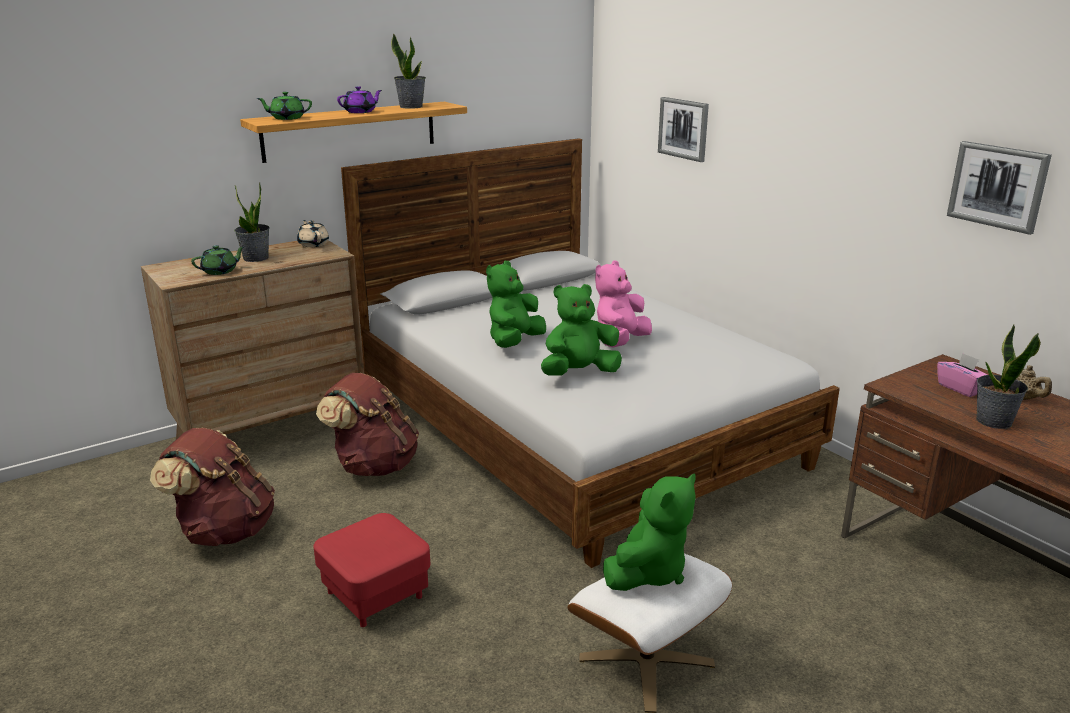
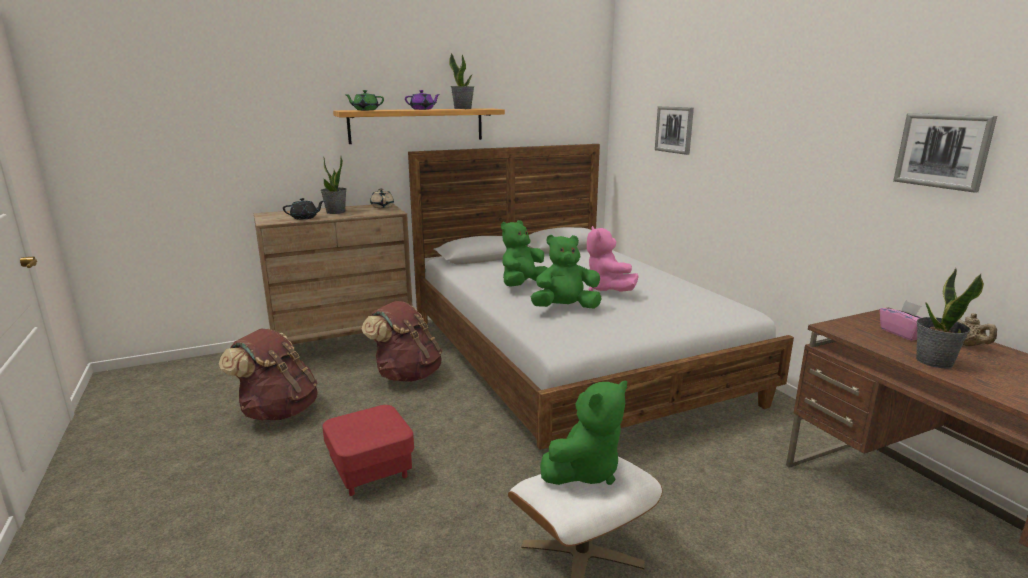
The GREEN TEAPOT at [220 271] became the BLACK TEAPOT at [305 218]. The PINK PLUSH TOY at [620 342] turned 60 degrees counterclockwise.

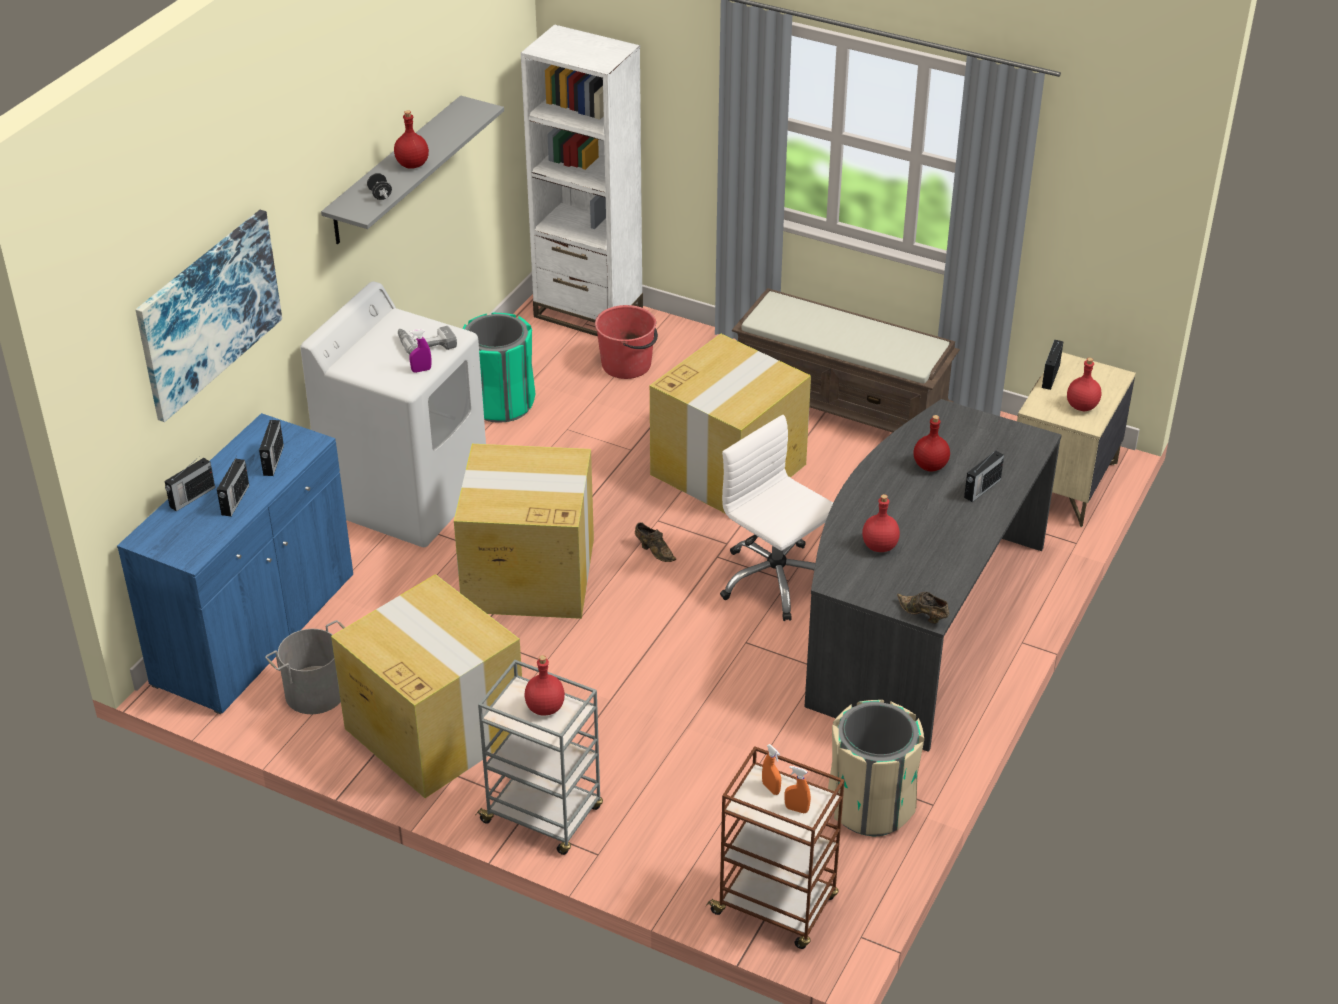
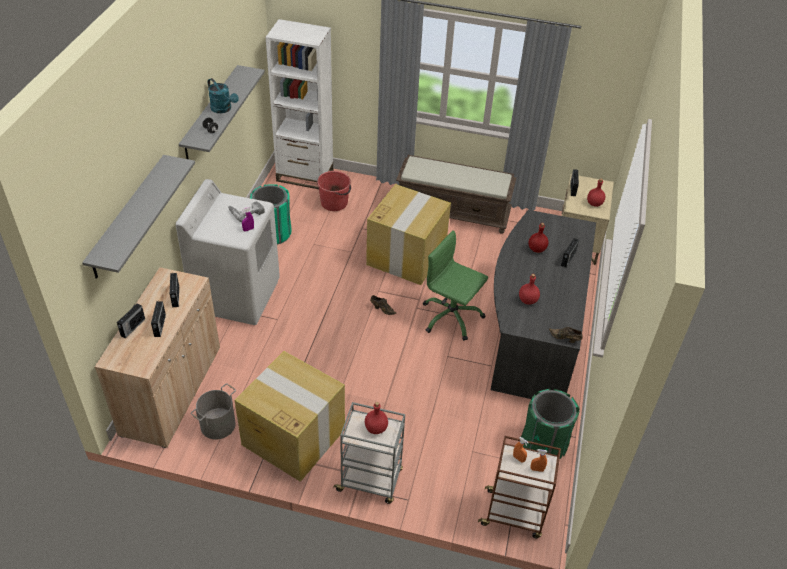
The CARDBOARD BOX at [527 575] disappeared. The PICTURE at [208 313] was replaced by the GREY SHELF at [128 217]. The RED BOTTLE at [412 164] was replaced by the TURQUOISE WATERING CAN at [223 109]. The BLUE CABINET at [255 630] became the BEIGE CABINET at [172 391]. The WHITE OFFICE CHAIR at [775 580] became the GREEN OFFICE CHAIR at [451 317]. The BEIGE TRASH CAN at [871 806] became the GREEN TRASH CAN at [544 443].

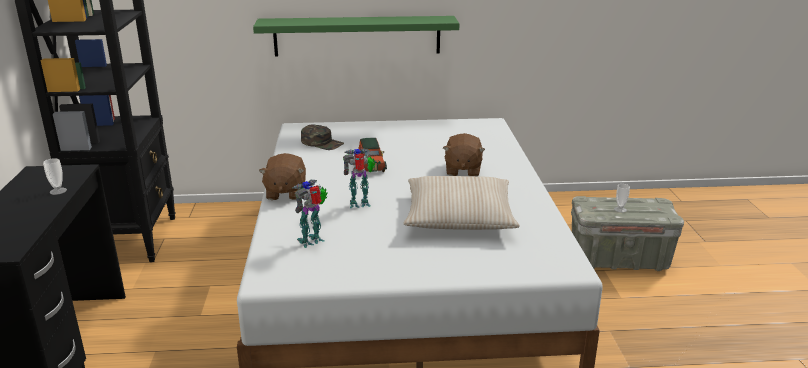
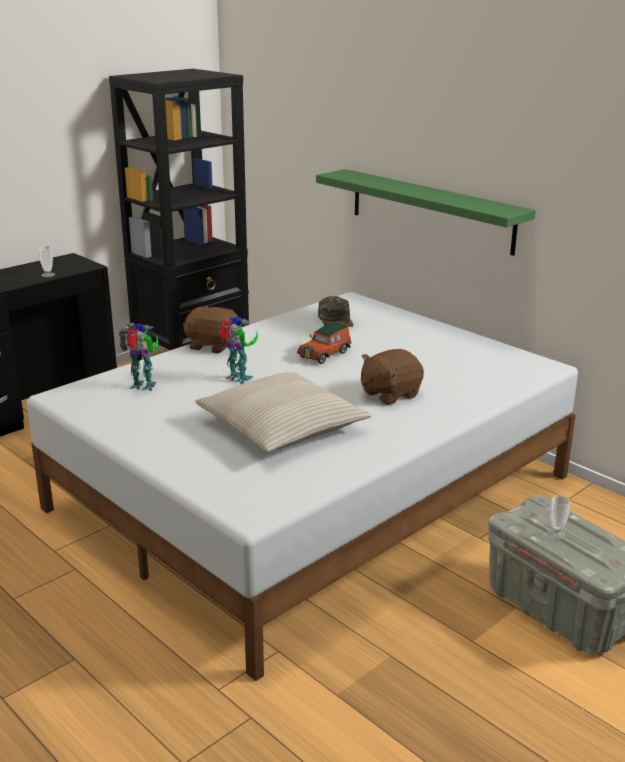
The BROWN PLUSH TOY at [285 193] turned 60 degrees clockwise.

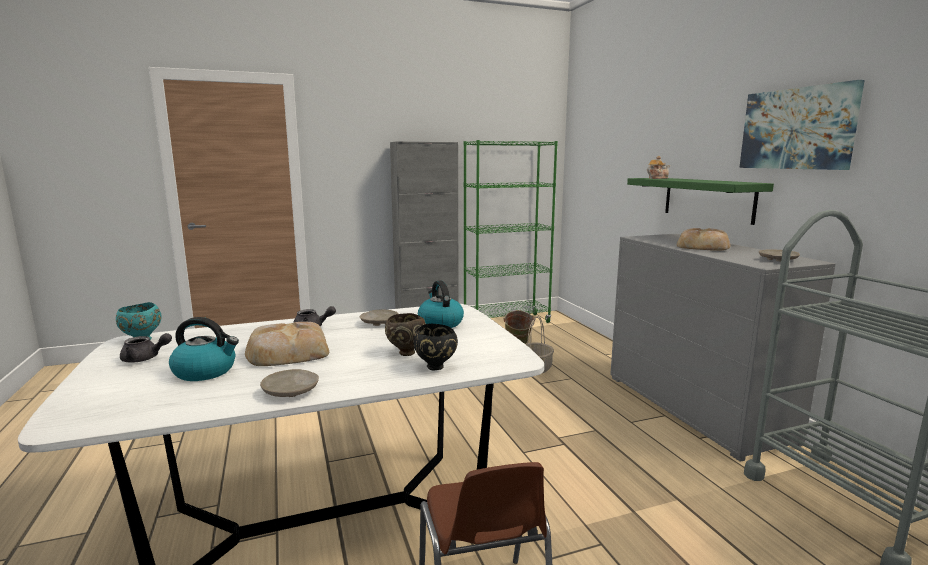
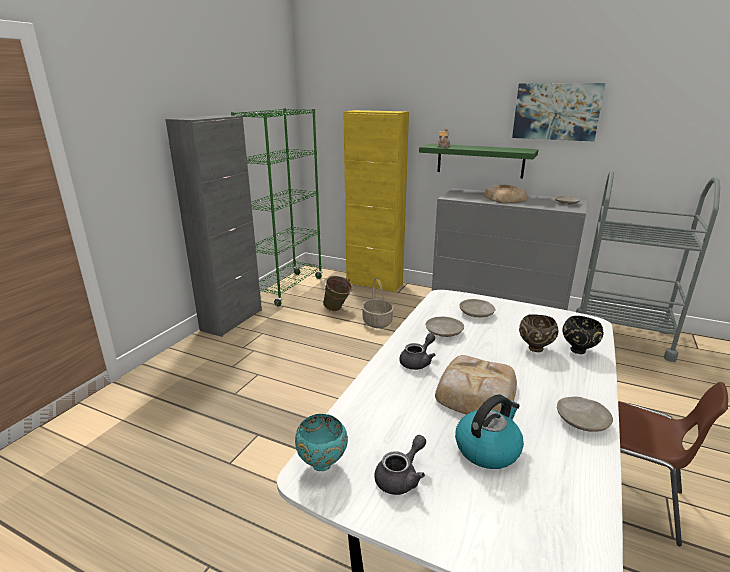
The YELLOW CABINET at [374 283] appeared. The KETTLE at [440 323] was replaced by the BEIGE PLATE at [476 313].

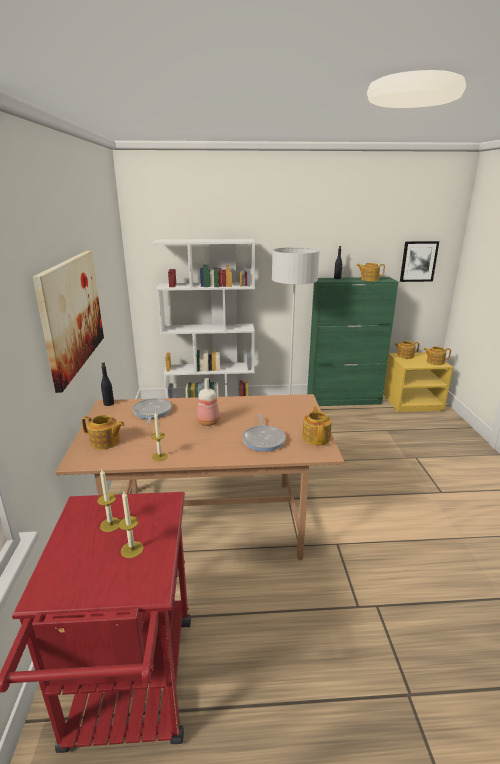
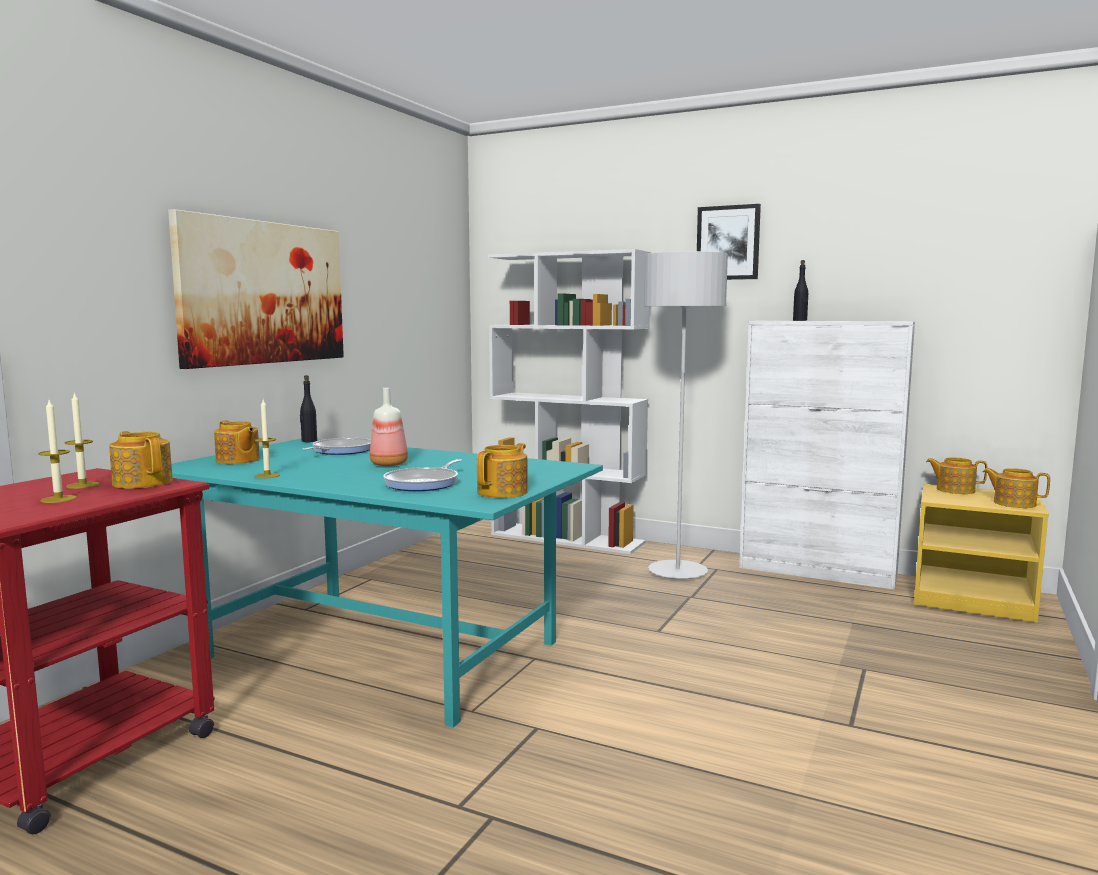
The TEAPOT moved from [369 279] to [143 482]. The PICTURE moved from [418 261] to [728 243]. The BROWN DINING TABLE at [208 522] became the TURQUOISE DINING TABLE at [379 650]. The GREEN CABINET at [344 400] became the WHITE CABINET at [818 571].

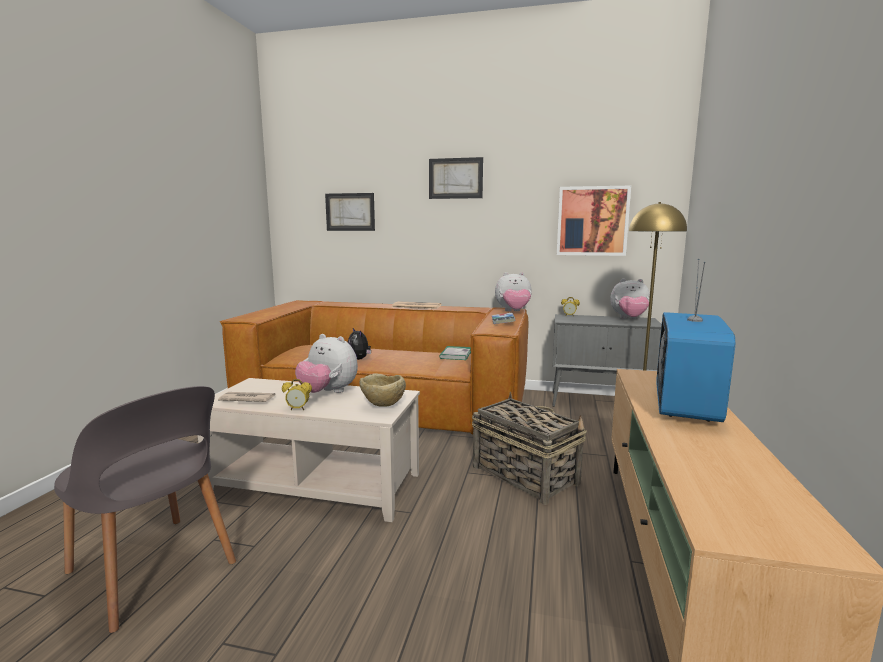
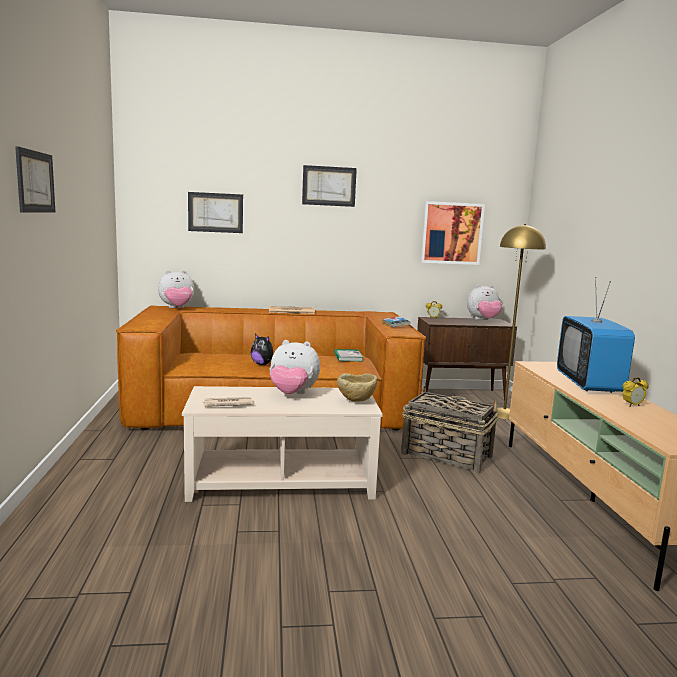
The GREY CHAIR at [153 570] disappeared. The PICTURE at [35 182] appeared. The ALARM CLOCK moved from [298 409] to [632 405]. The PLUSH TOY moved from [513 311] to [177 308]. The GREY CABINET at [601 403] became the BROWN CABINET at [460 395].

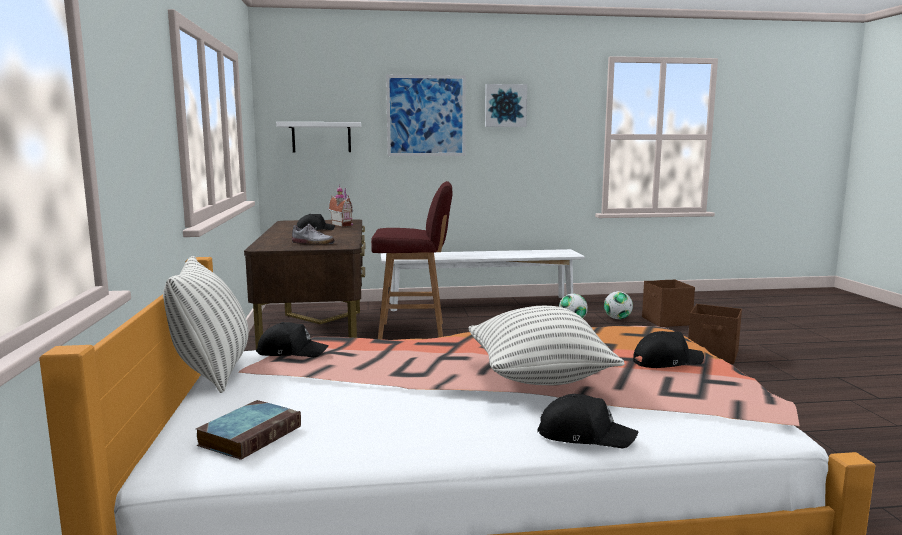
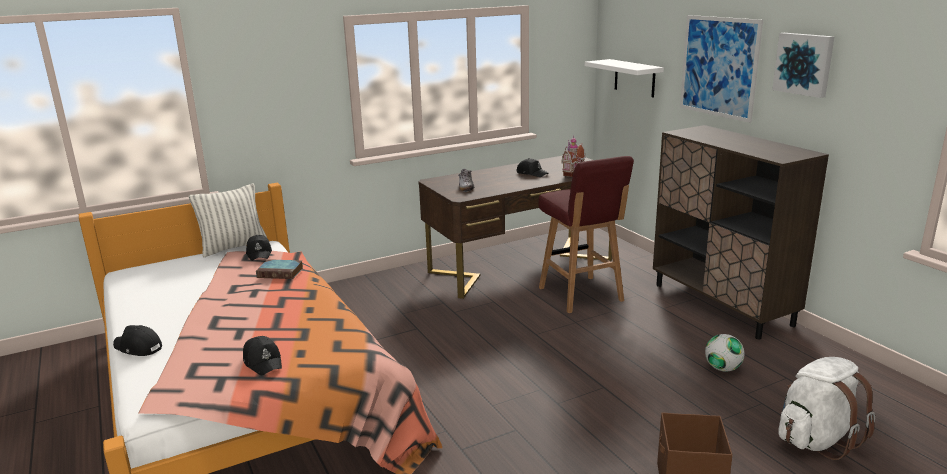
The PILLOW at [539 378] disappeared. The FOOTBALL at [617 318] disappeared. The BOOK moved from [251 435] to [281 272]. The WHITE BENCH at [481 304] was replaced by the BROWN CABINET at [722 304]. The BROWN STORAGE BOX at [666 321] was replaced by the WHITE BACKPACK at [816 439]. The BLACK CAP at [584 435] turned 120 degrees clockwise.

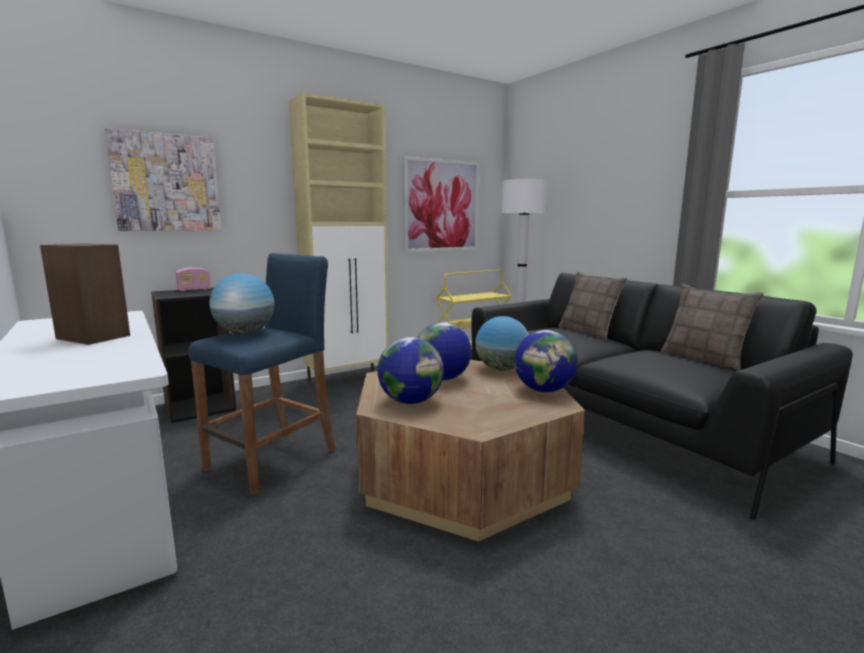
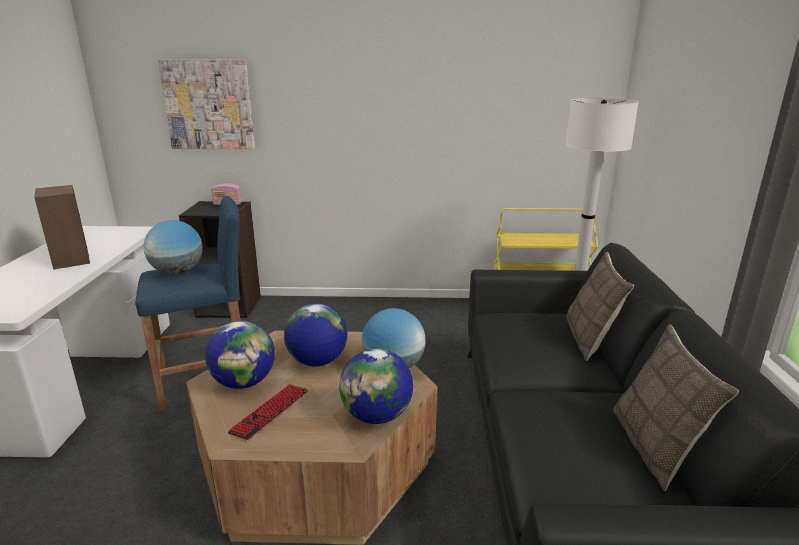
The BEIGE CABINET at [348 378] disappeared. The PICTURE at [442 206] disappeared. The KEYBOARD at [270 412] appeared.

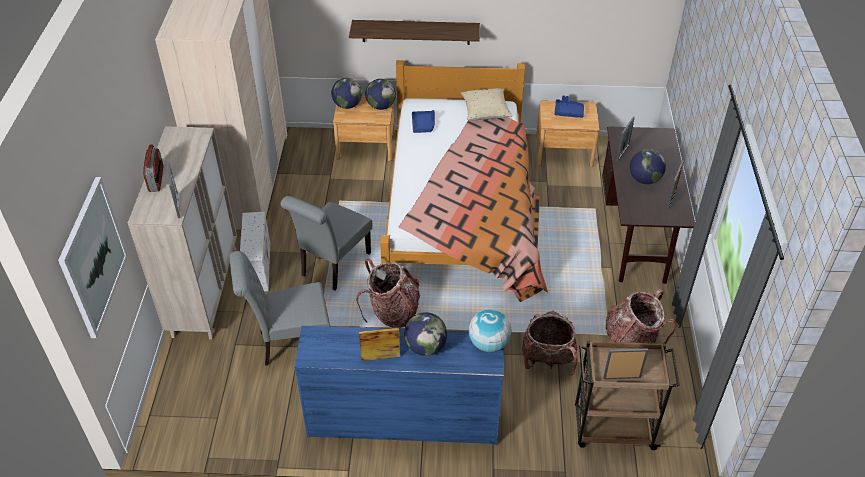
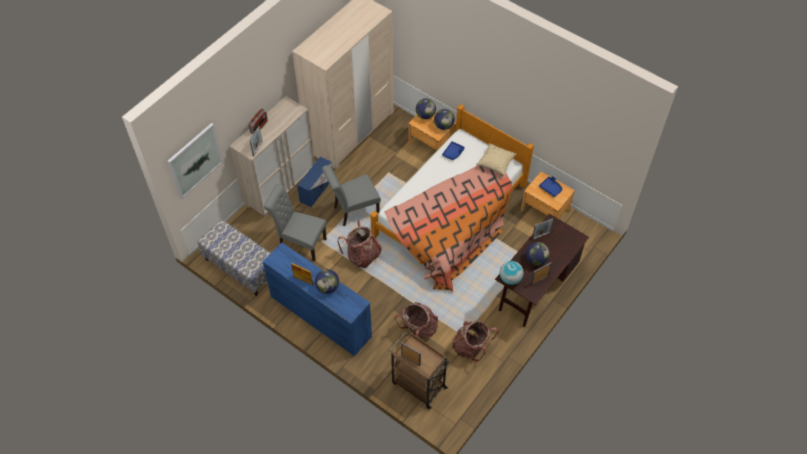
The SHELF at [415 32] disappeared. The BENCH at [240 267] appeared. The GLOBE moved from [489 343] to [510 279]. The WHITE STORAGE BOX at [258 266] became the BLUE STORAGE BOX at [317 189].

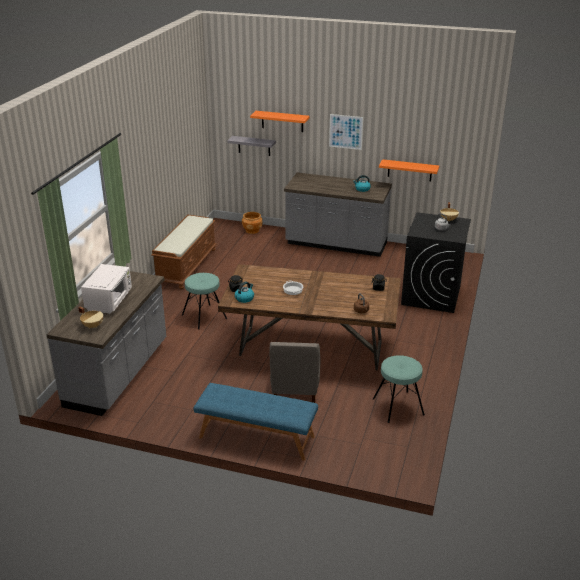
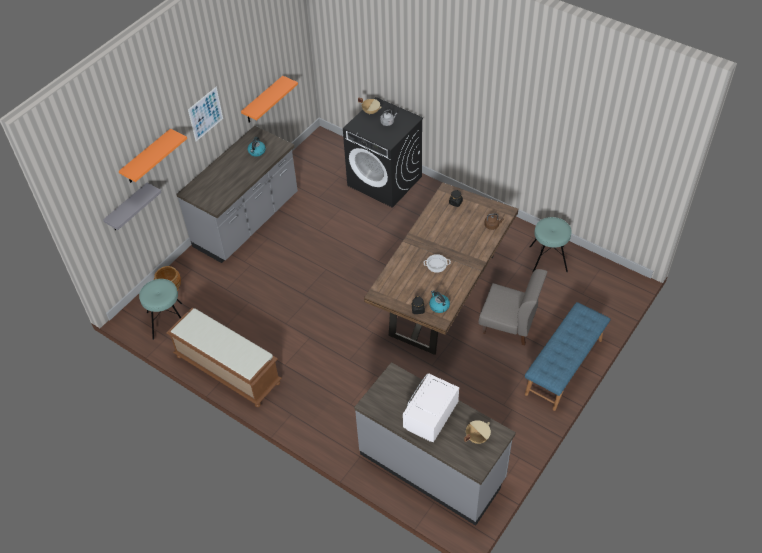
The TURQUOISE STOOL moved from [204 317] to [167 321]. The WHITE MICROWAVE at [110 301] turned 90 degrees counterclockwise.

